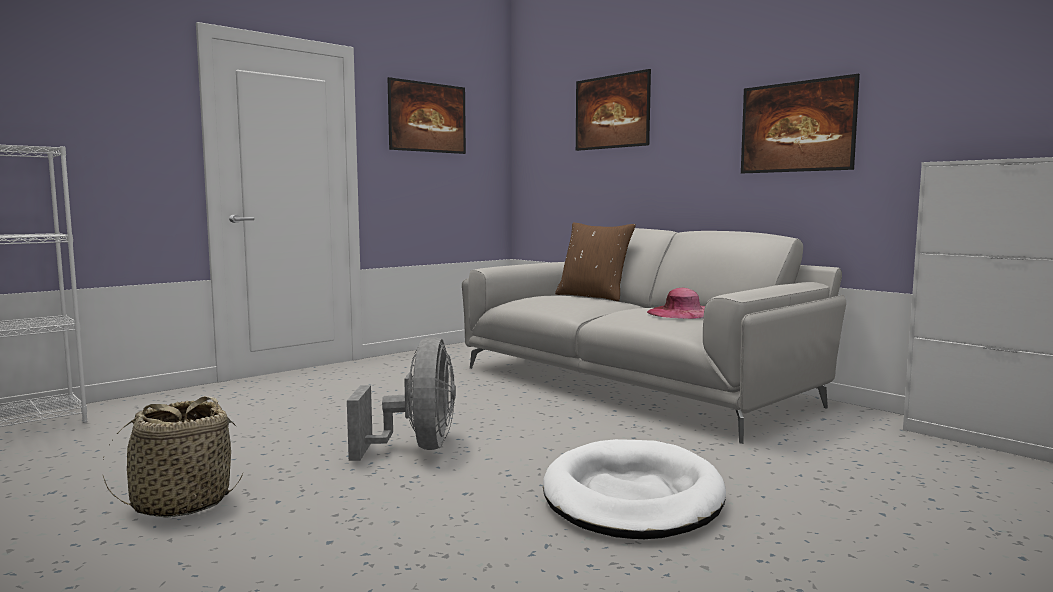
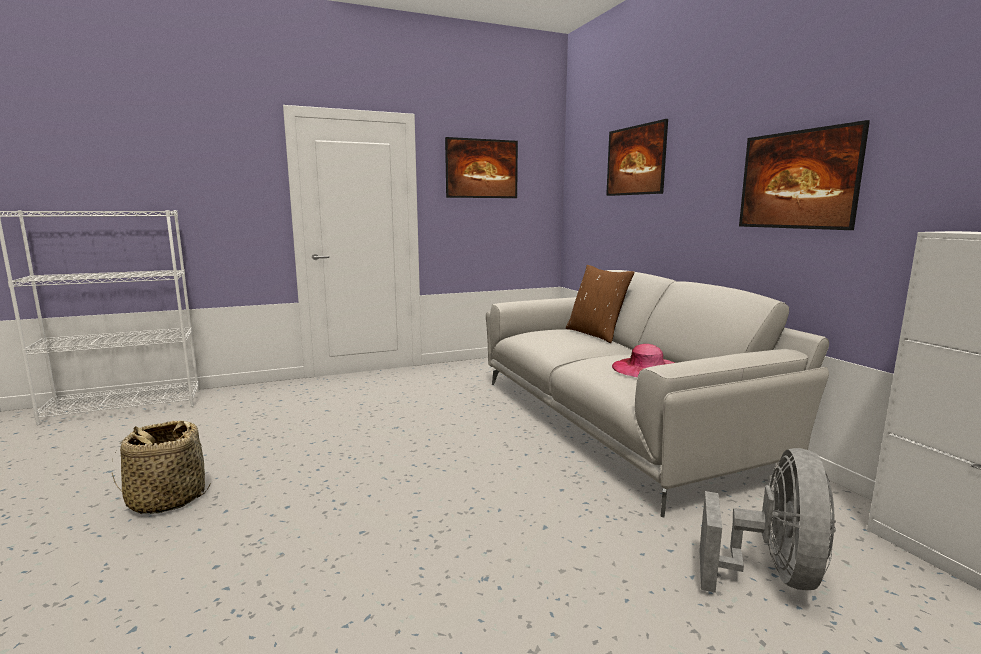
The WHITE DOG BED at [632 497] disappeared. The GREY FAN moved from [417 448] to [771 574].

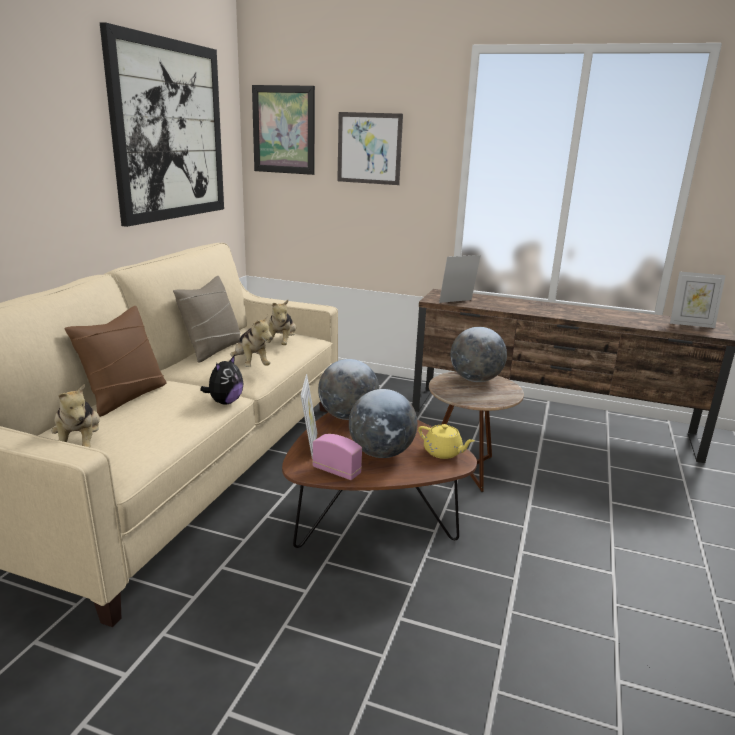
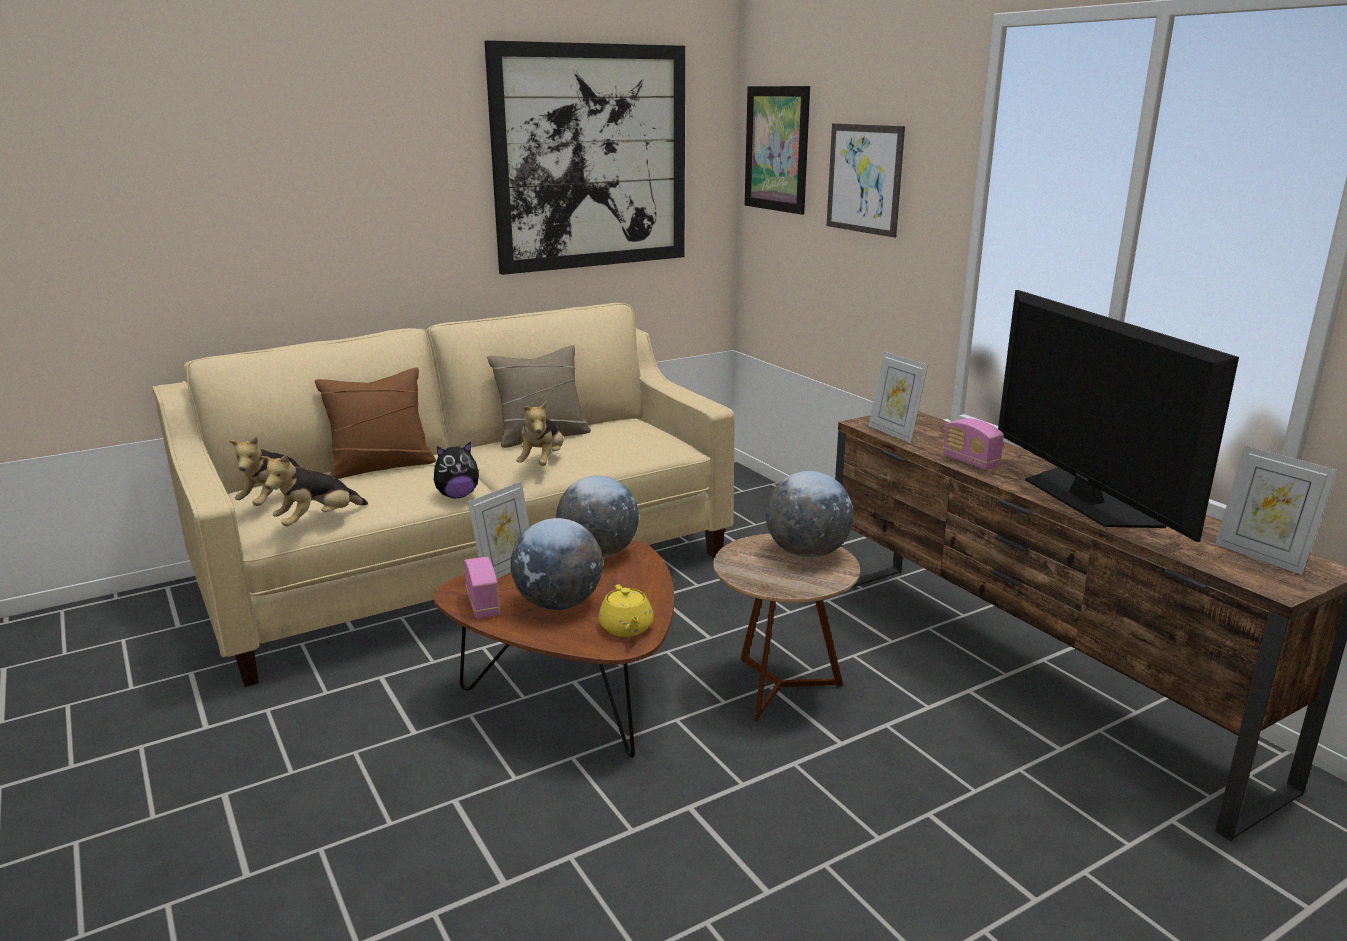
The RADIO at [970 462] appeared. The TELEVISION at [1085 499] appeared. The PLUSH TOY moved from [282 344] to [317 521]. The PICTURE FRAME at [457 302] turned 135 degrees counterclockwise.

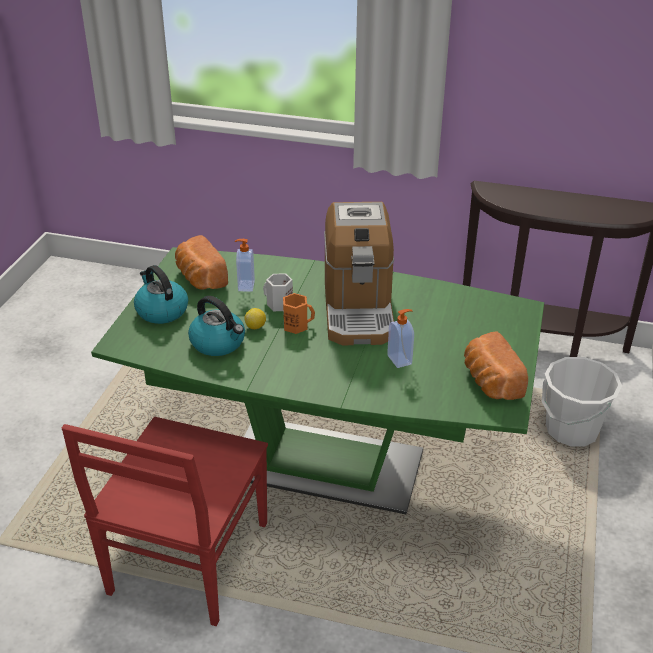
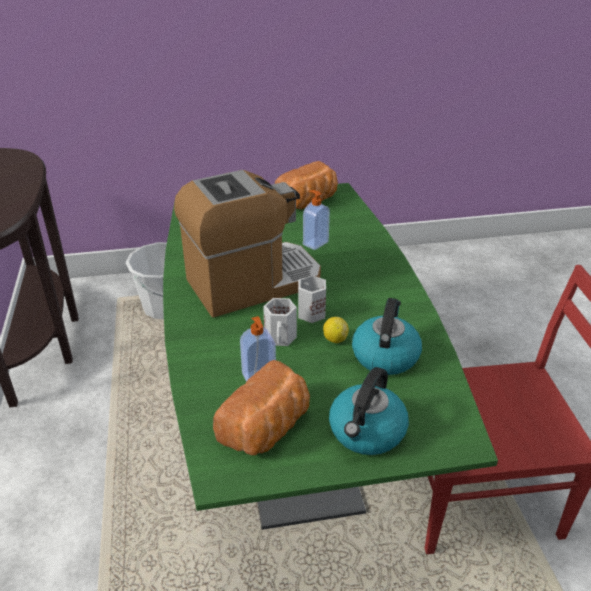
The ORANGE MUG at [296 325] became the WHITE MUG at [310 313].

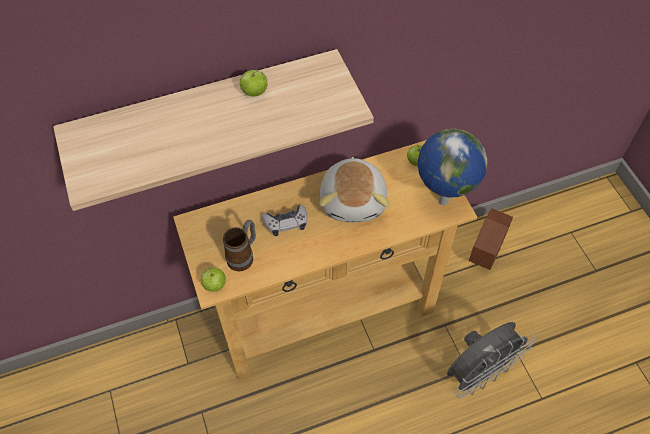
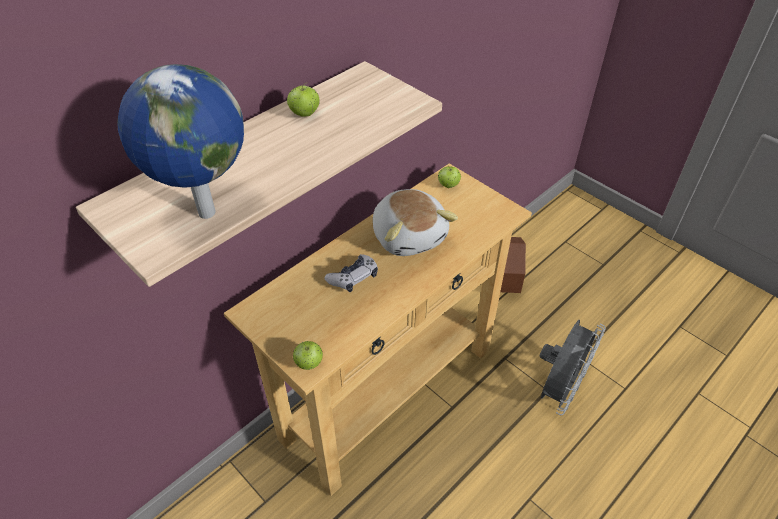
The MUG at [244 256] disappeared. The GLOBE moved from [442 200] to [204 213].

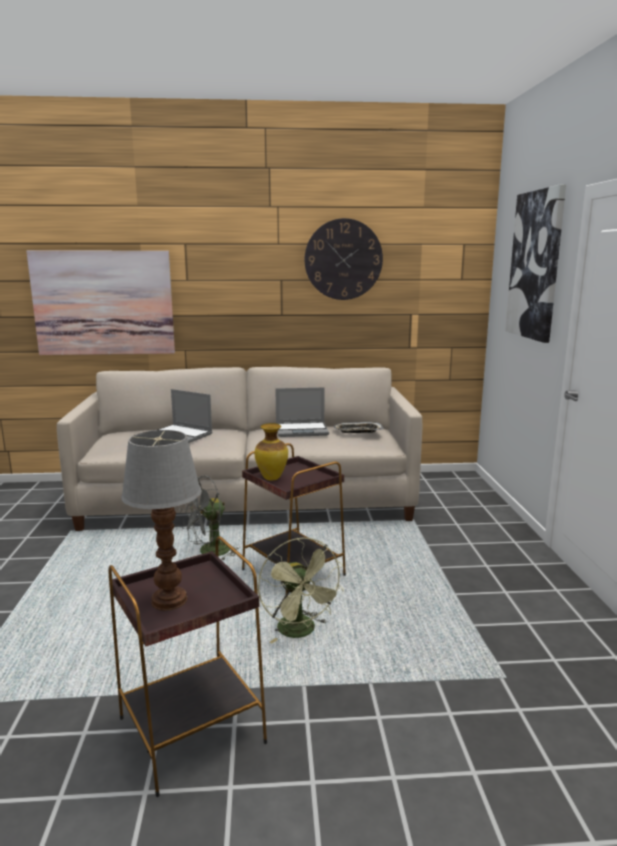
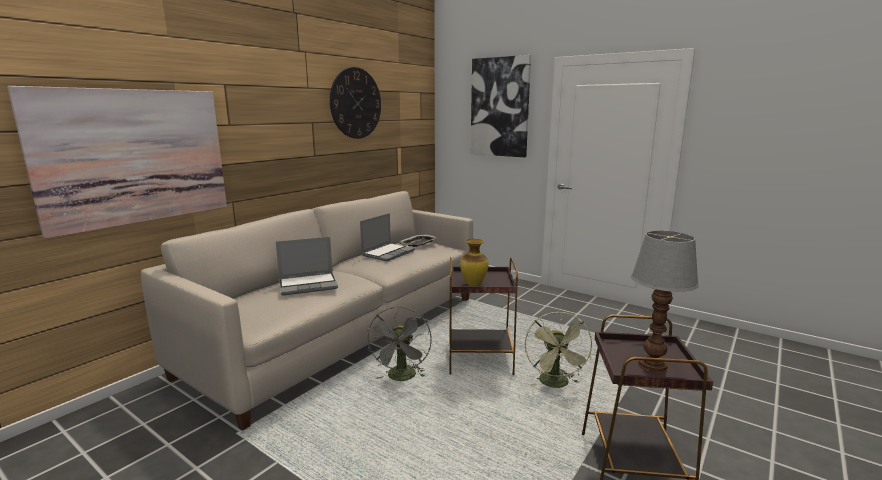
The GREEN FAN at [301 632] turned 75 degrees clockwise.

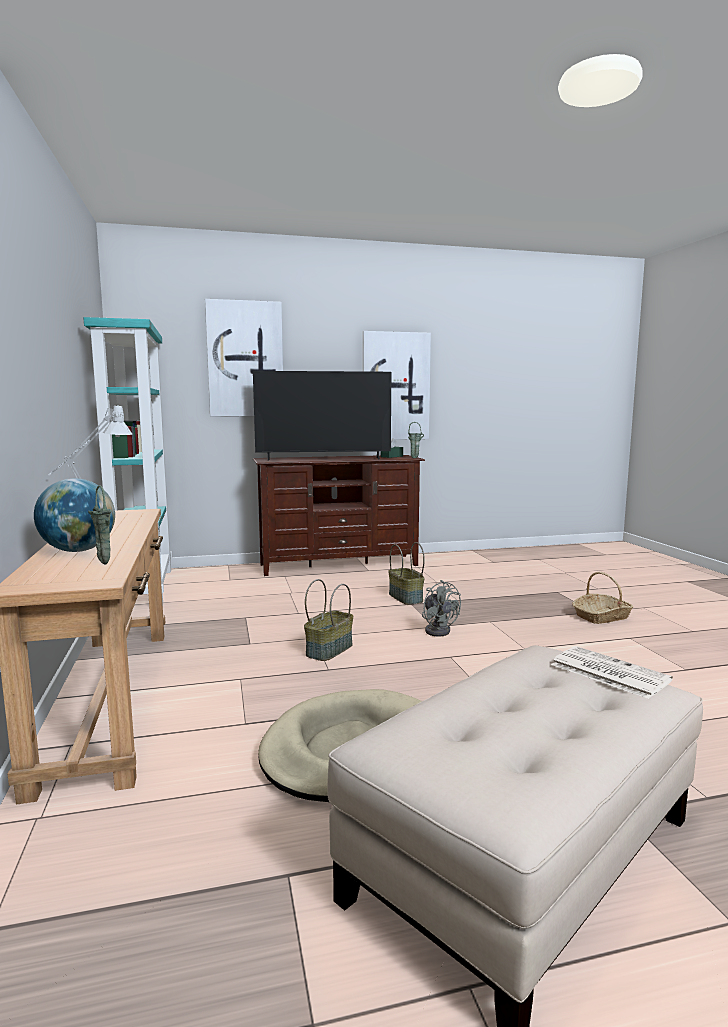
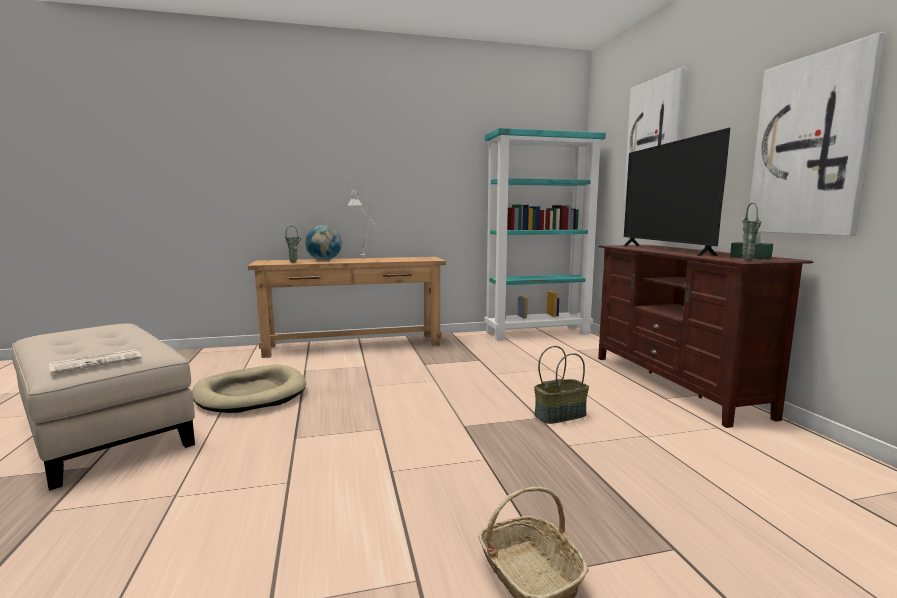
The BASKET at [329 650] disappeared. The GREY FAN at [438 630] disappeared.

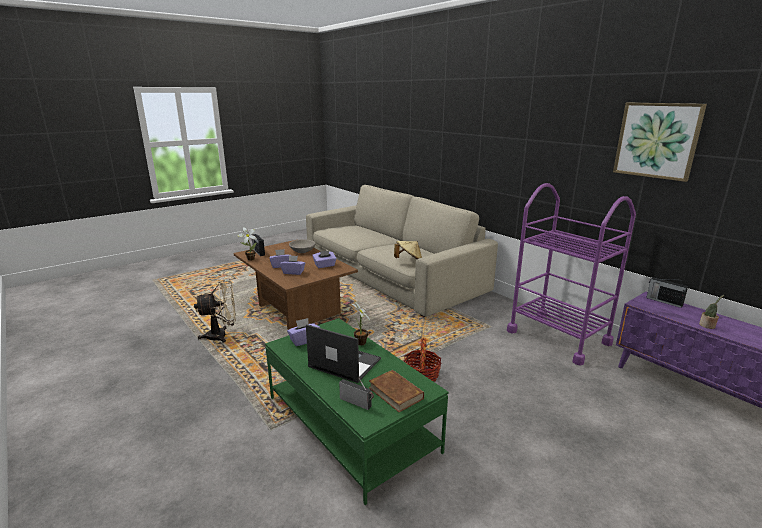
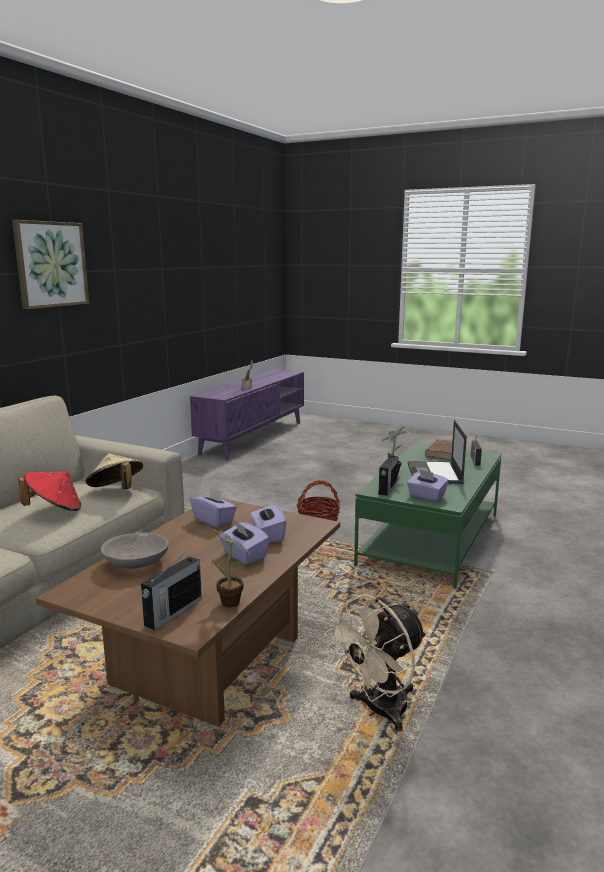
The PURPLE CART at [558 337] disappeared. The RED HAT at [54 510] appeared. The PICTURE moved from [657 140] to [51 264]. The RADIO moved from [663 301] to [387 488]. The BEIGE FAN at [222 336] turned 90 degrees counterclockwise.

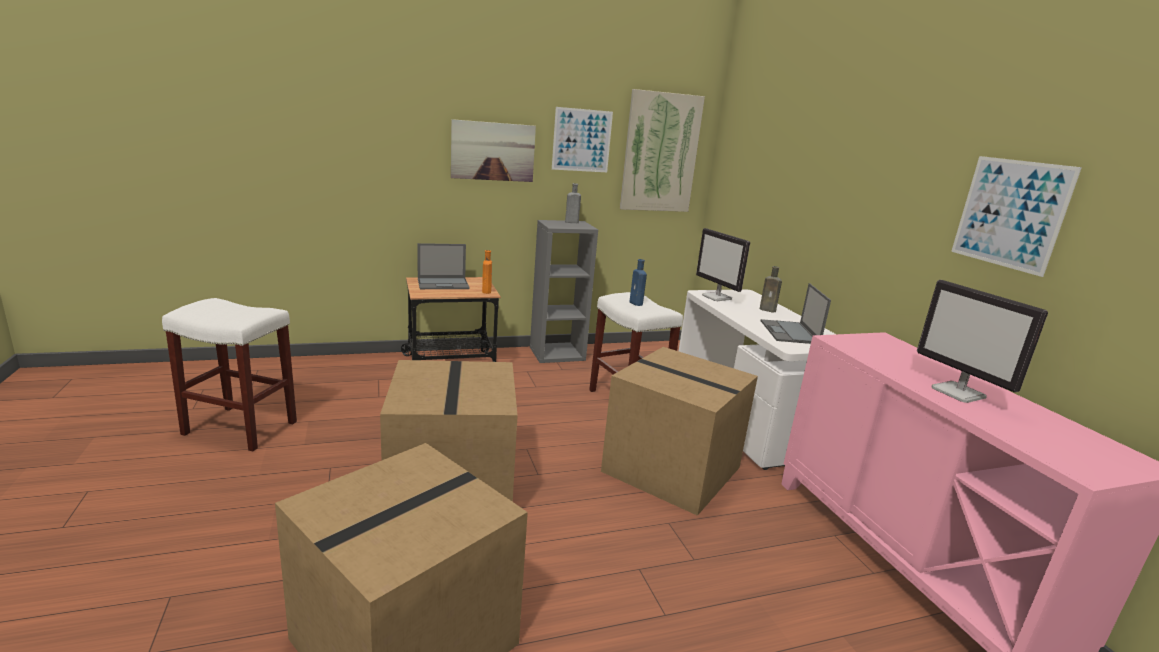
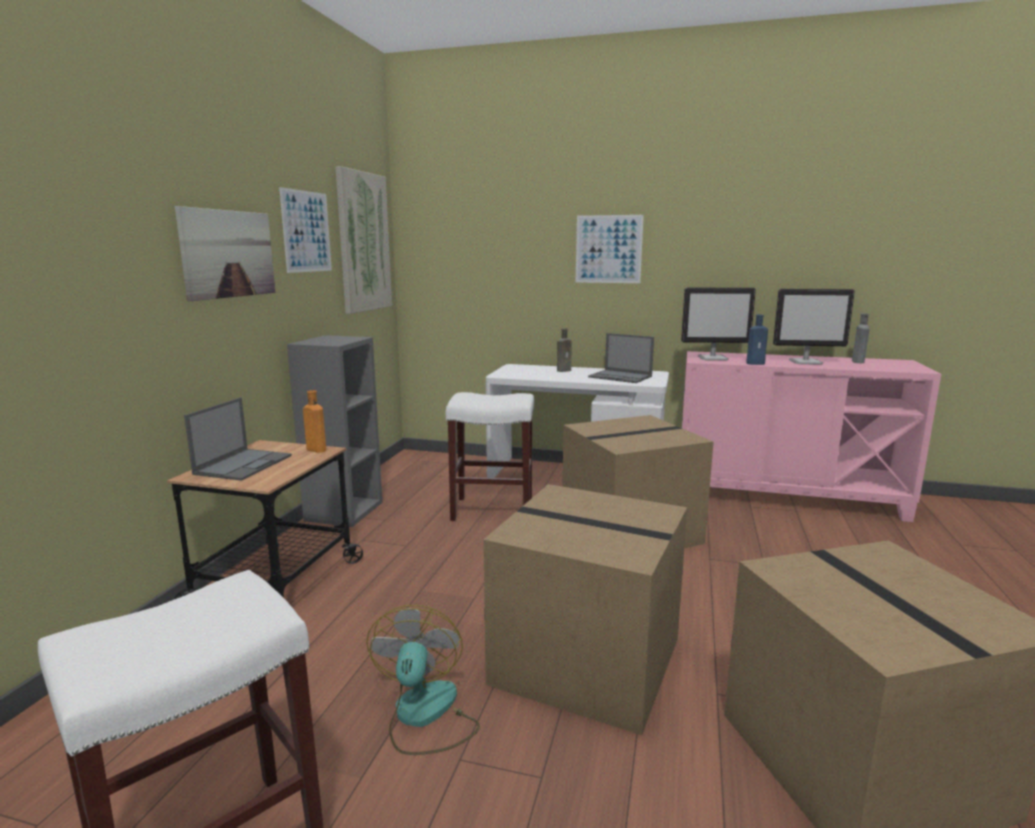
The FAN at [424 716] appeared. The GREY BOTTLE moved from [570 222] to [858 362]. The BLUE BOTTLE moved from [636 303] to [756 363]. The MONITOR moved from [717 297] to [713 358]. The PICTURE moved from [1010 213] to [608 249].

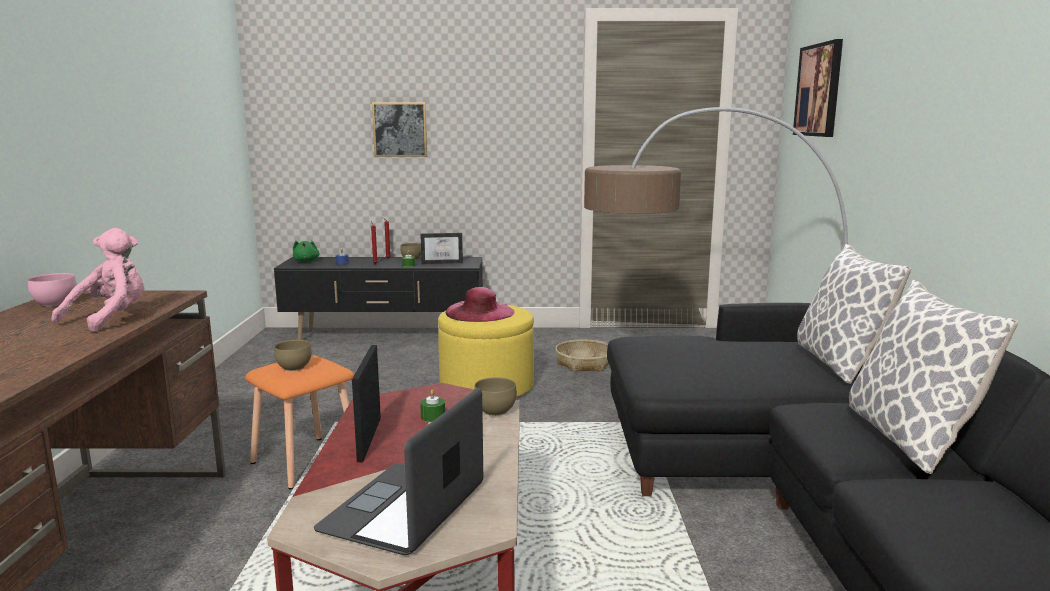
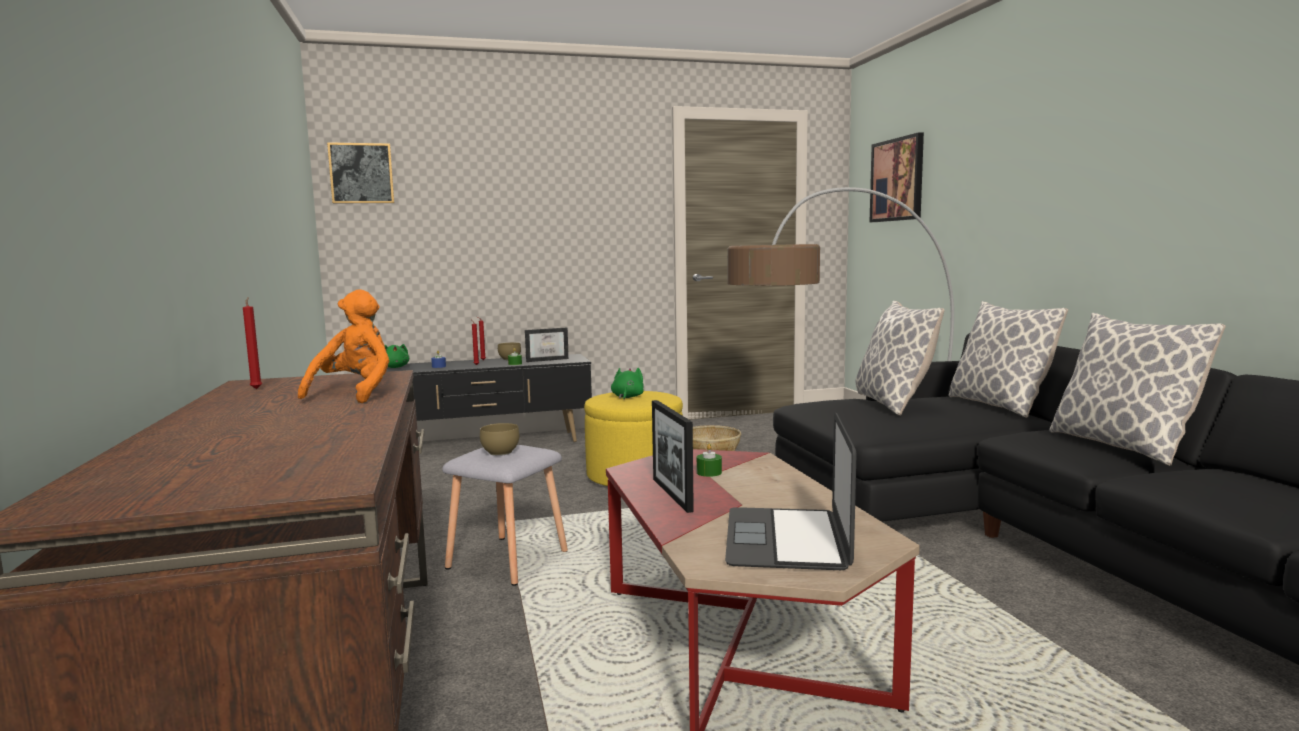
The BROWN BOWL at [494 411] disappeared. The PILLOW at [893 404] appeared. The PICTURE moved from [400 129] to [361 173]. The PINK BOWL at [57 303] was replaced by the RED CANDLE at [257 388]. The PINK HAT at [479 312] was replaced by the GREEN PLUSH TOY at [627 397]. The PINK PLUSH TOY at [111 318] became the ORANGE PLUSH TOY at [355 393]. The ORANGE STOOL at [307 461] became the GREY STOOL at [508 559].

